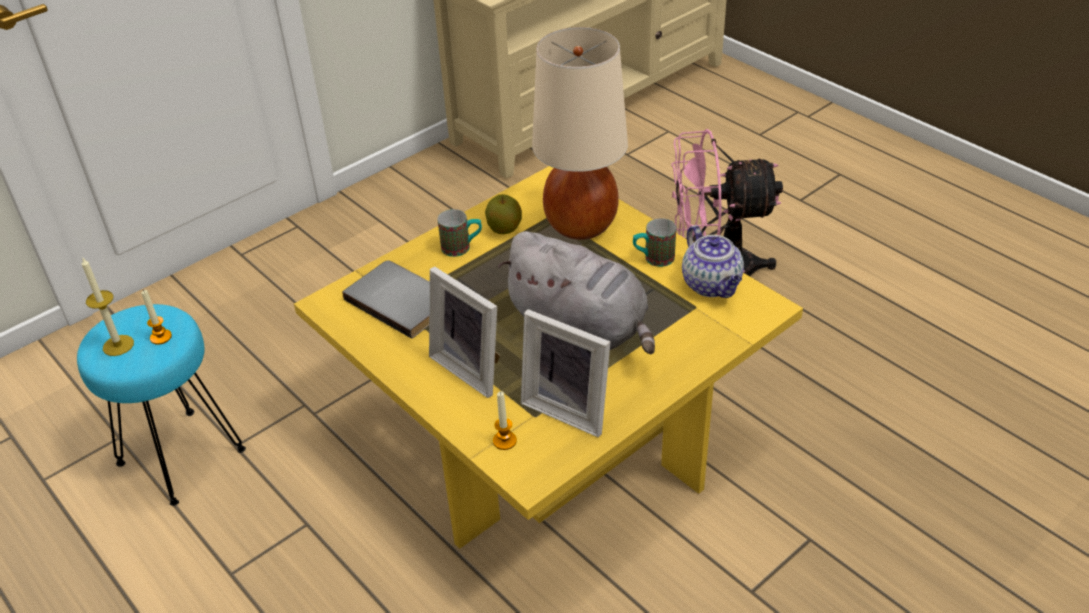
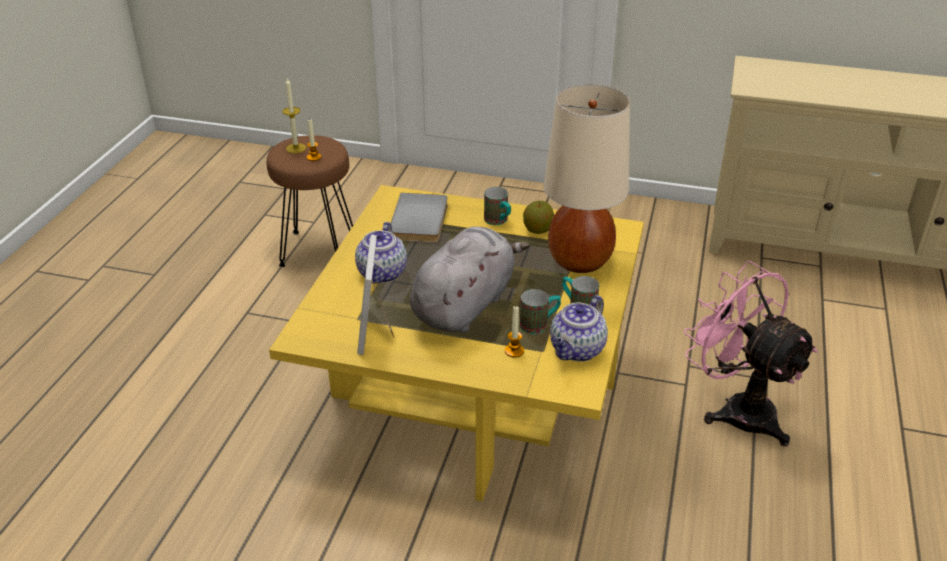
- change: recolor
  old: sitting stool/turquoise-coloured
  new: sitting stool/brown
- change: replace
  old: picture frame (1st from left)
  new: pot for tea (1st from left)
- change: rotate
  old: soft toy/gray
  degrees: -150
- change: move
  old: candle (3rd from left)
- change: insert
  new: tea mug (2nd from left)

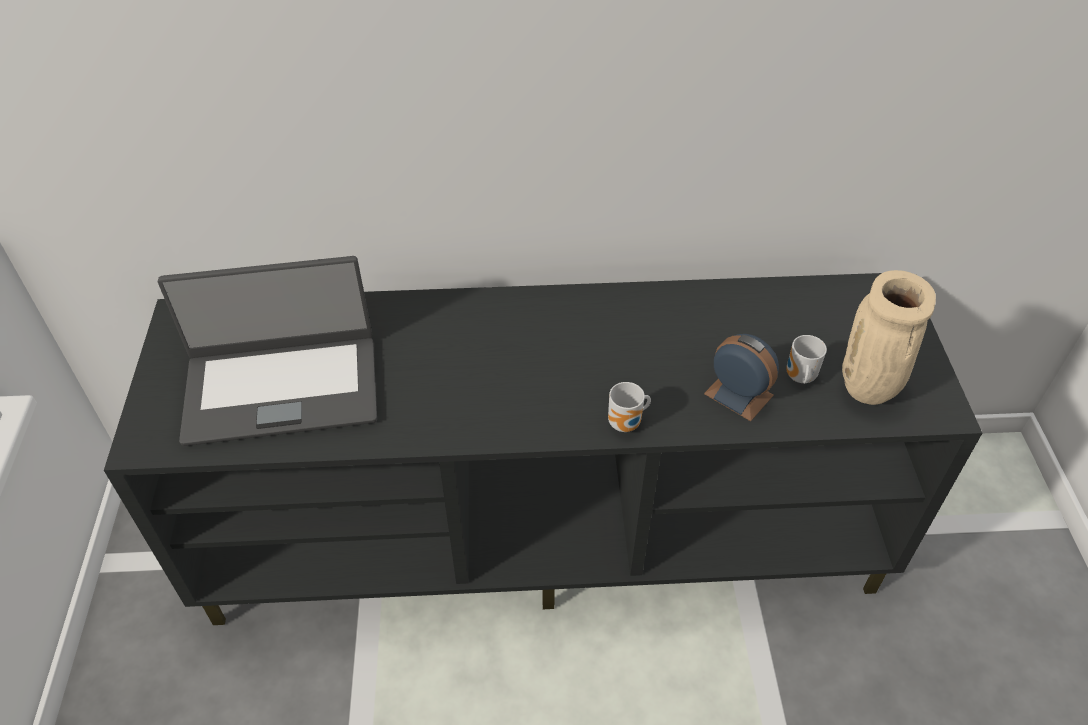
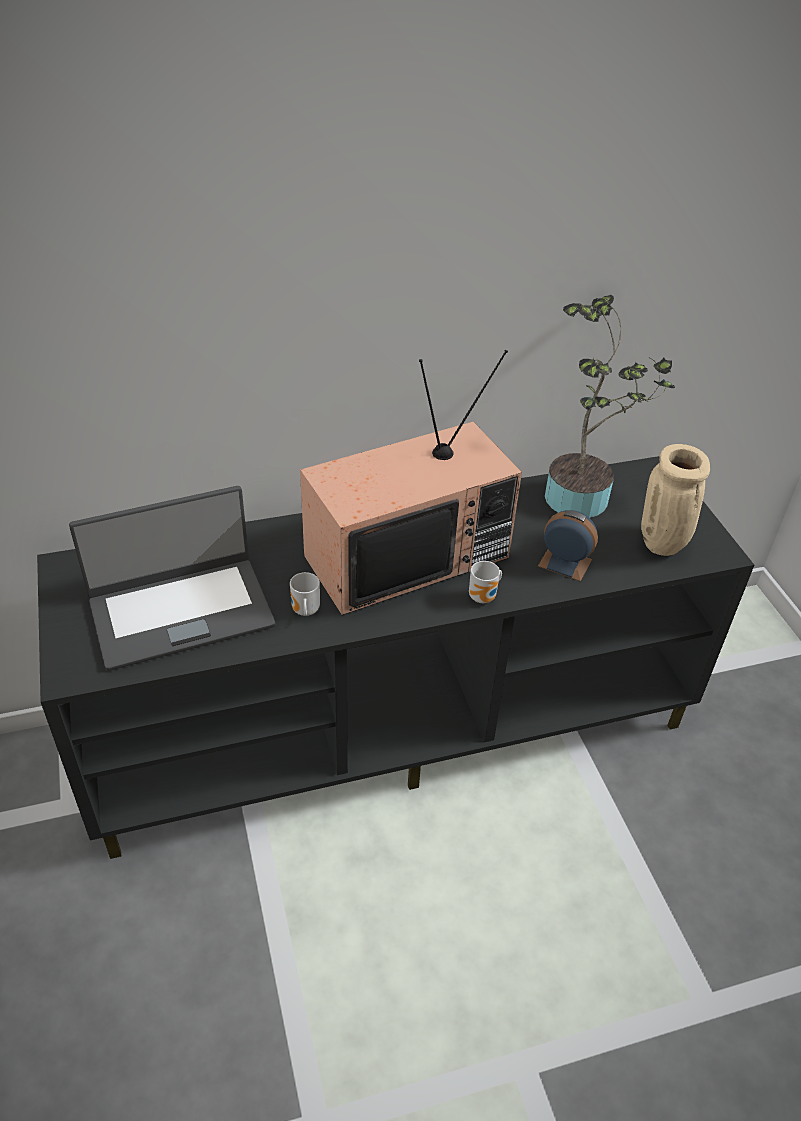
- change: move
  old: tea mug (2nd from left in the first image)
  new: tea mug (1st from left)
- change: insert
  new: TV
- change: insert
  new: potted plant

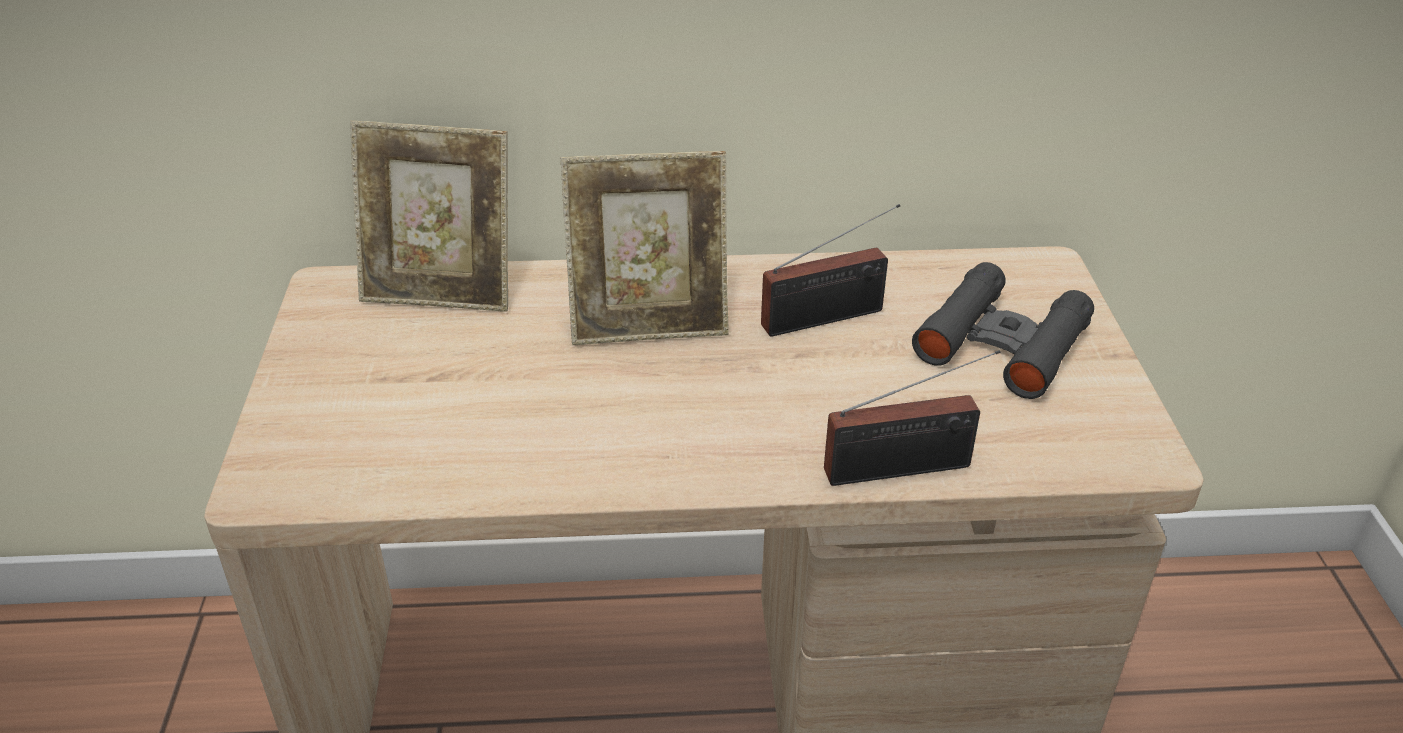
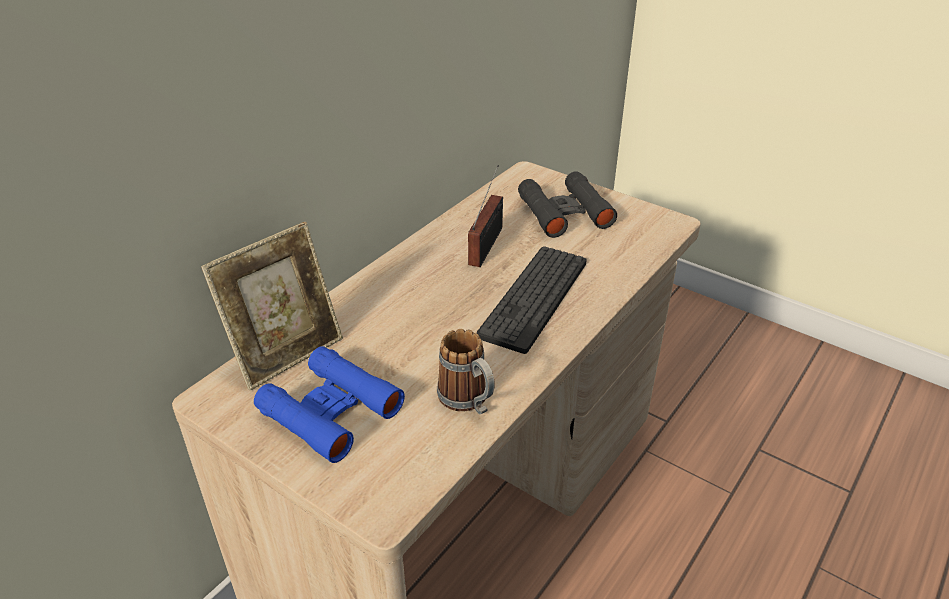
- change: insert
  new: binoculars/bluish
- change: insert
  new: tea mug
- change: insert
  new: computer keyboard
- change: delete
  old: picture frame (2nd from left)
- change: delete
  old: radio receiver (2nd from left)

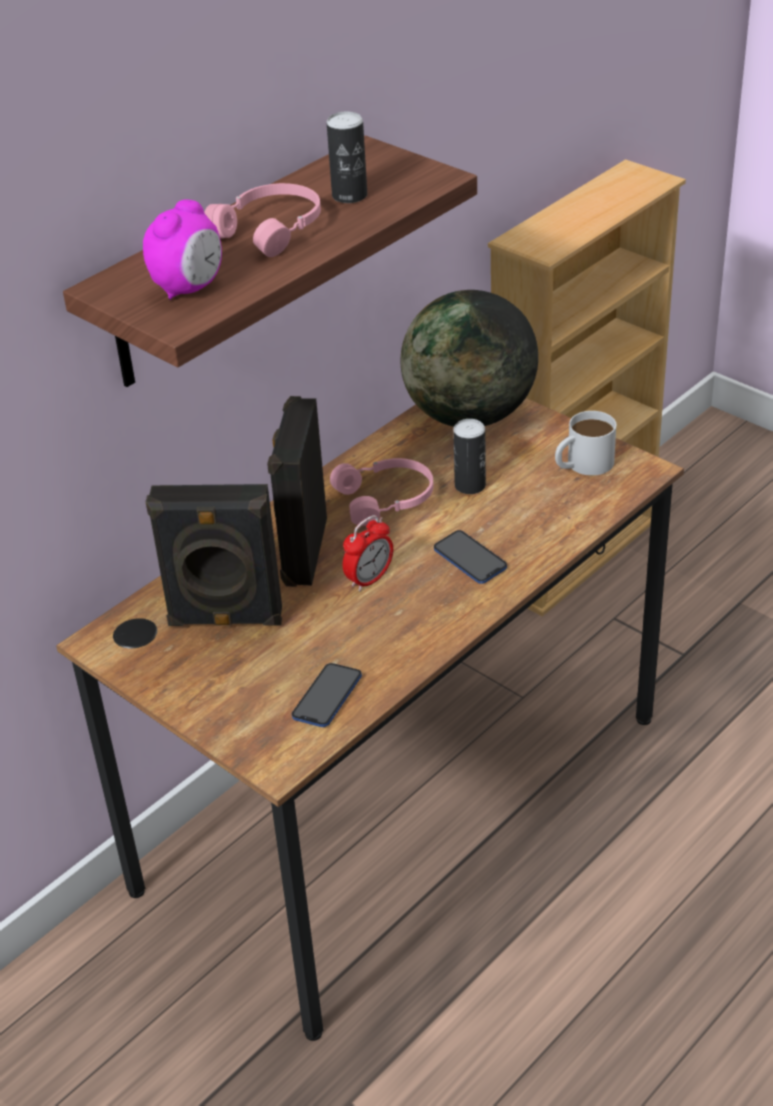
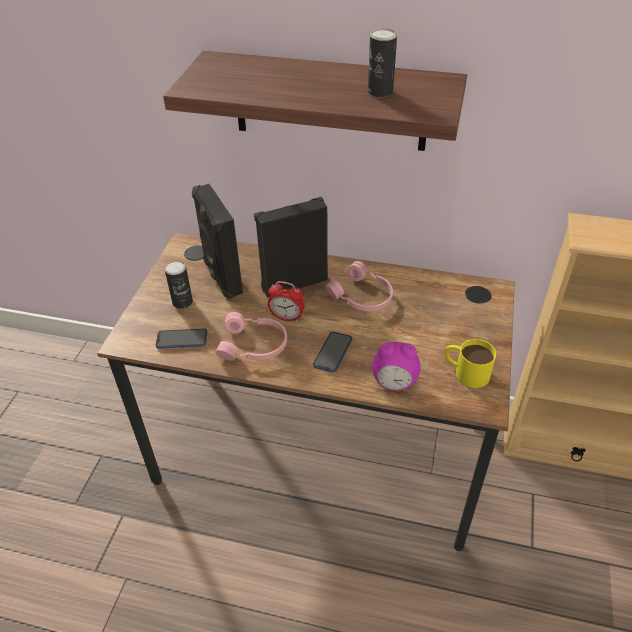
- change: move
  old: can (2nd from left in the first image)
  new: can (1st from left)
- change: move
  old: headset/pink (1st from left)
- change: move
  old: table clock (1st from left in the first image)
  new: table clock (2nd from left)
- change: recolor
  old: tea mug/white
  new: tea mug/yellow
- change: delete
  old: globe

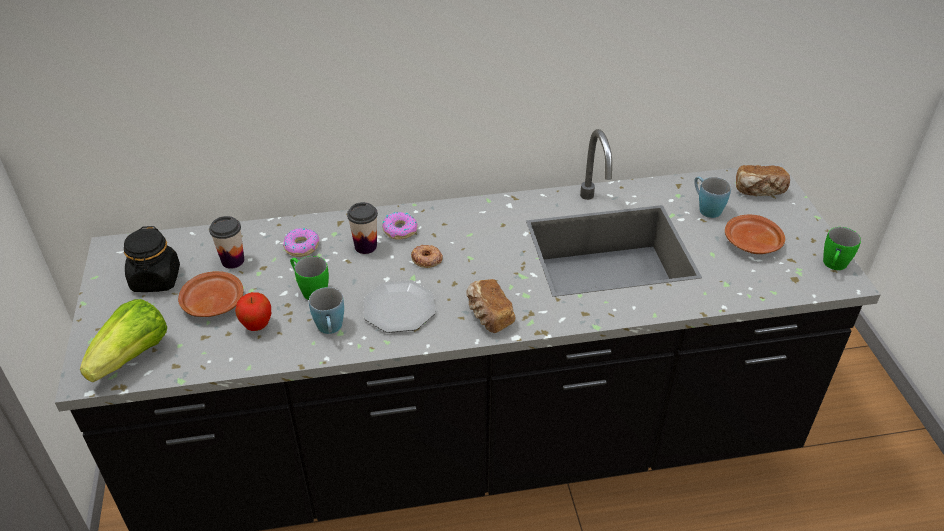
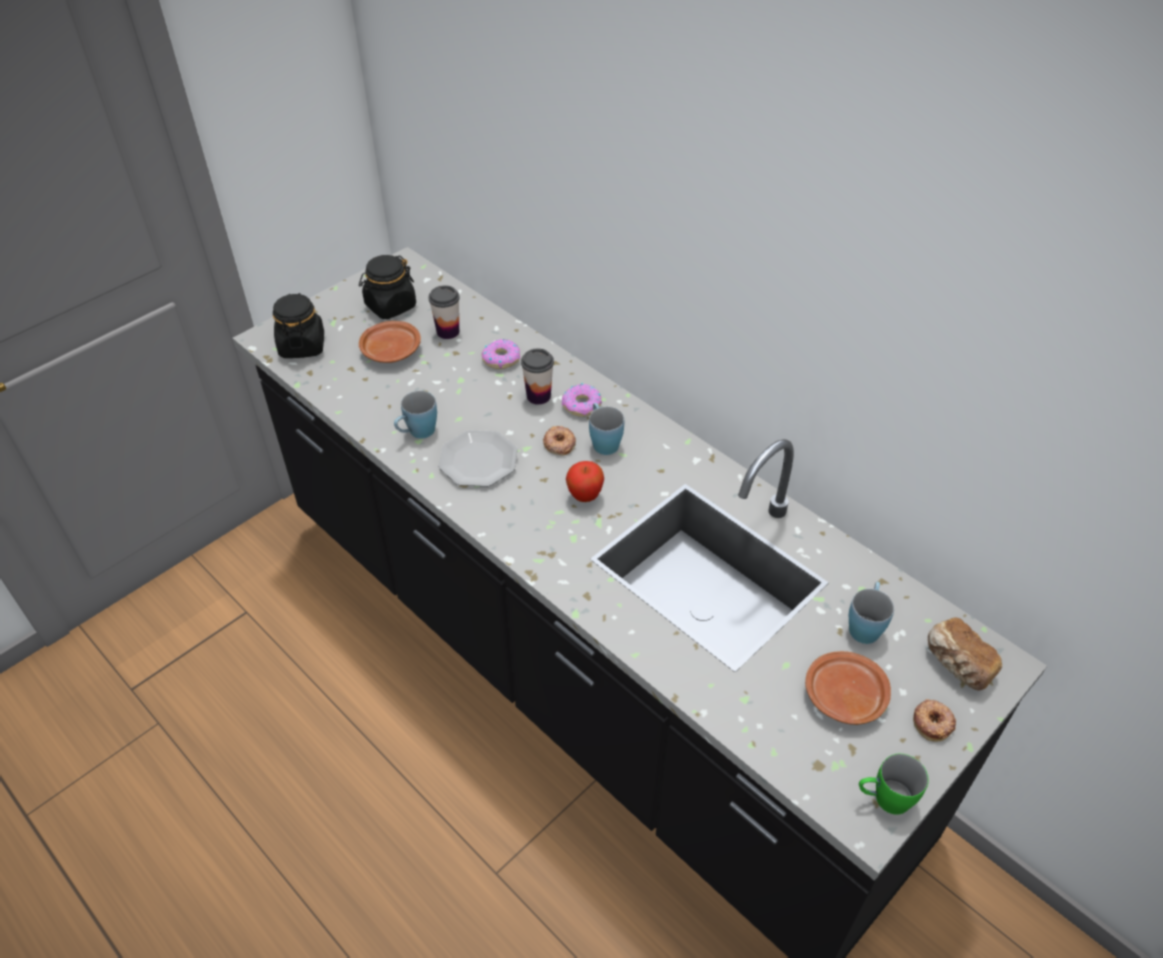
- change: replace
  old: lettuce
  new: jar/black (1st from left)
- change: move
  old: apple
- change: insert
  new: tea mug/bluish (2nd from left)
- change: insert
  new: doughnut (4th from left)
- change: delete
  old: tea mug/green-coloured (1st from left)
- change: delete
  old: bakery bread (1st from left)

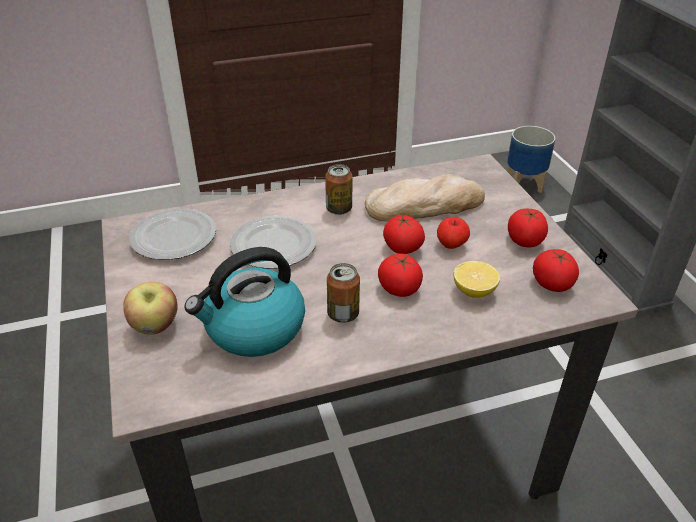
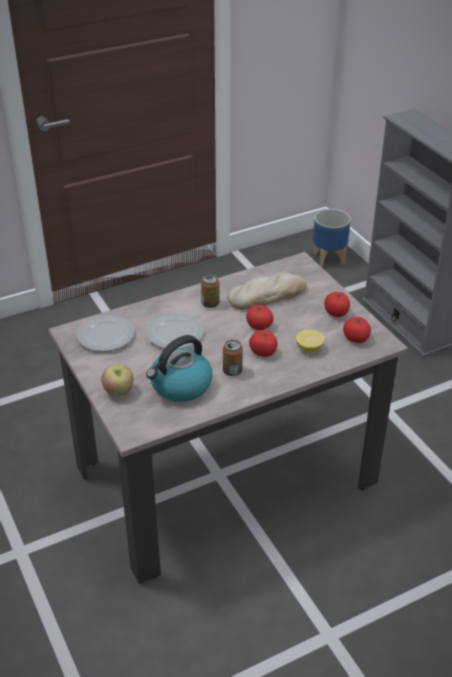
- change: delete
  old: apple (2nd from left)

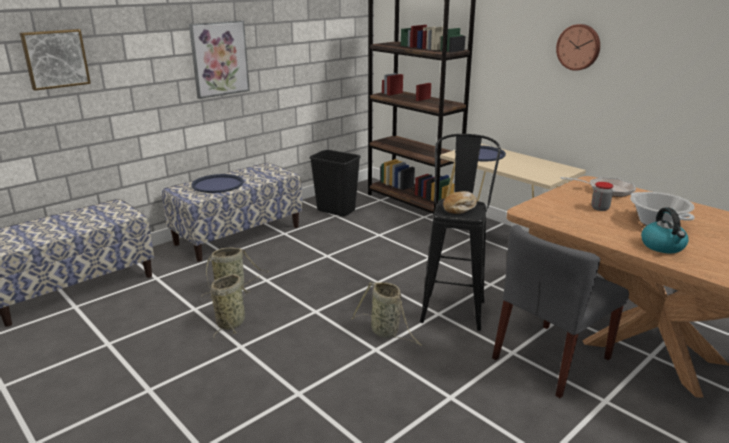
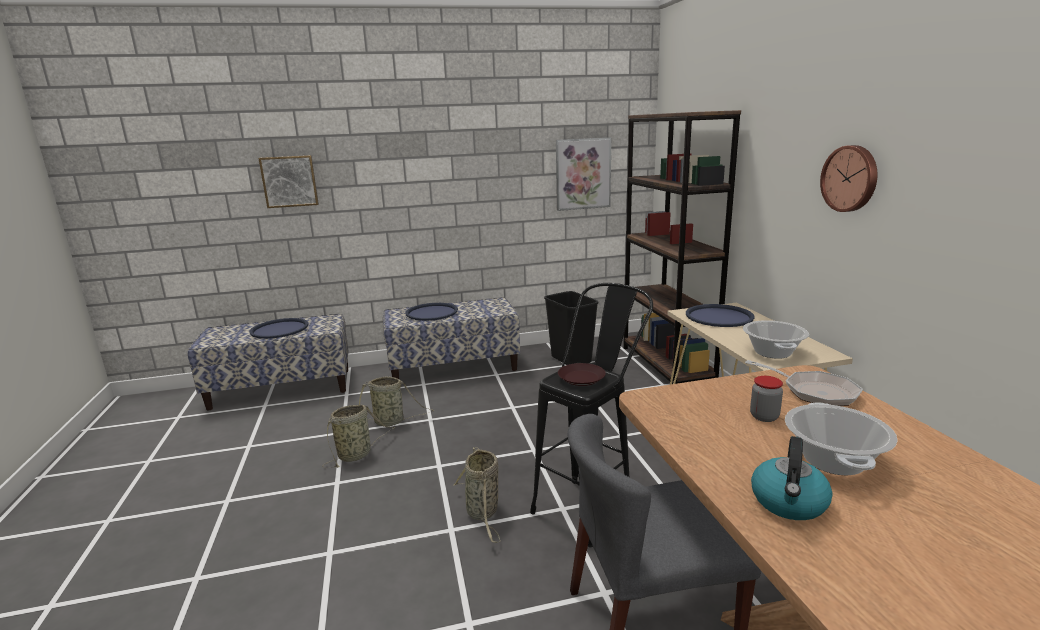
- change: insert
  new: tray/bluish (1st from left)
- change: move
  old: picture (2nd from left)
- change: replace
  old: bakery bread
  new: plate/brown
- change: insert
  new: cooking pot (1st from left)

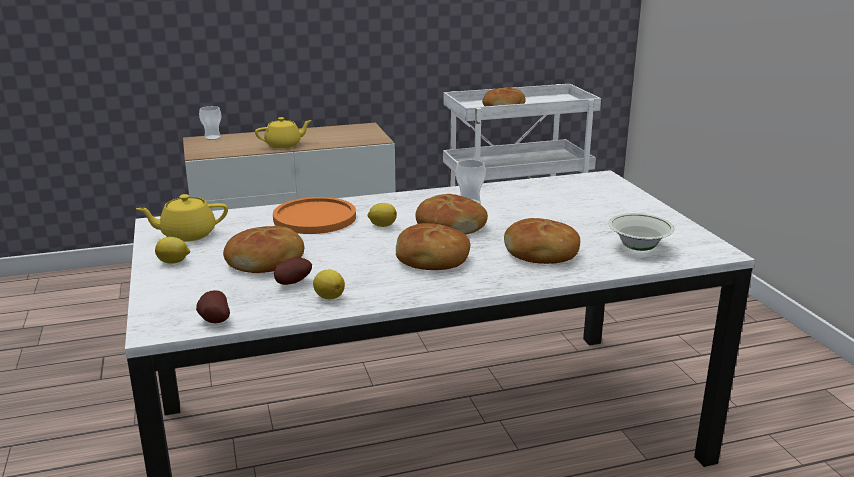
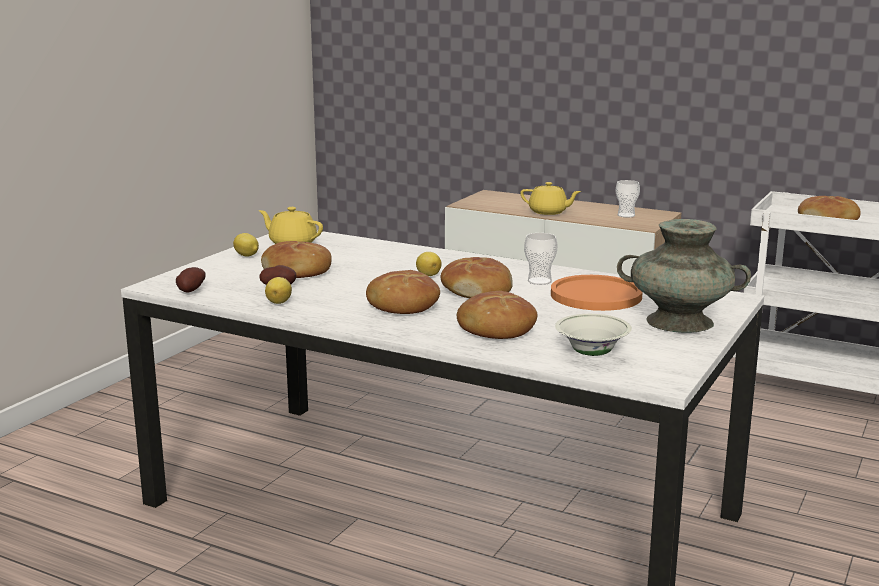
- change: move
  old: plate/orange-coloured
- change: move
  old: cup (1st from left in the first image)
  new: cup (2nd from left)
- change: insert
  new: decorative vase/turquoise-coloured

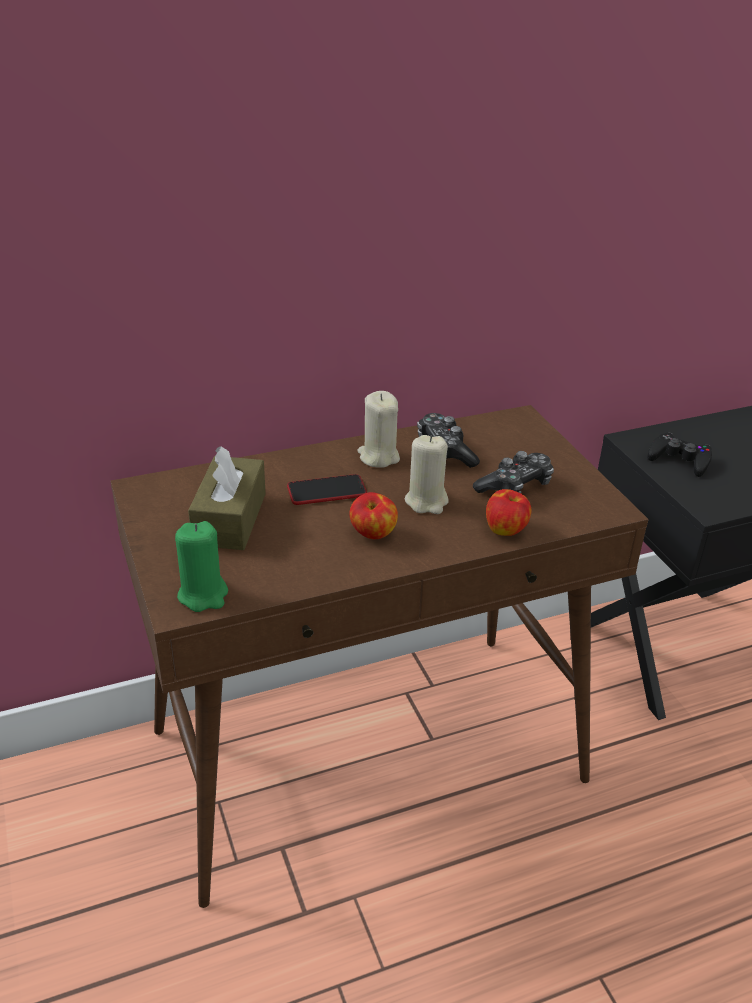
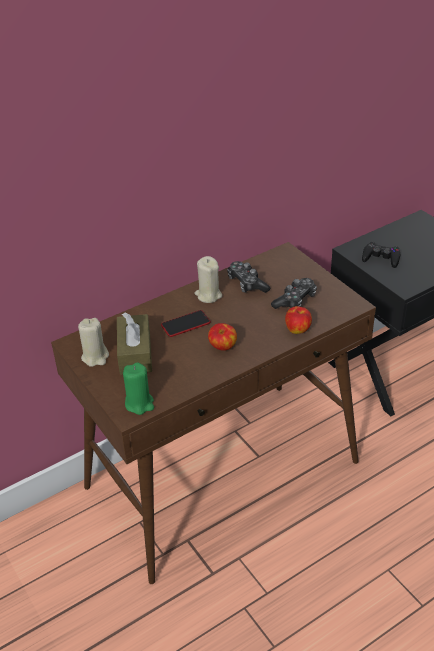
- change: move
  old: candle/beige-coloured (2nd from left in the first image)
  new: candle/beige-coloured (1st from left)

